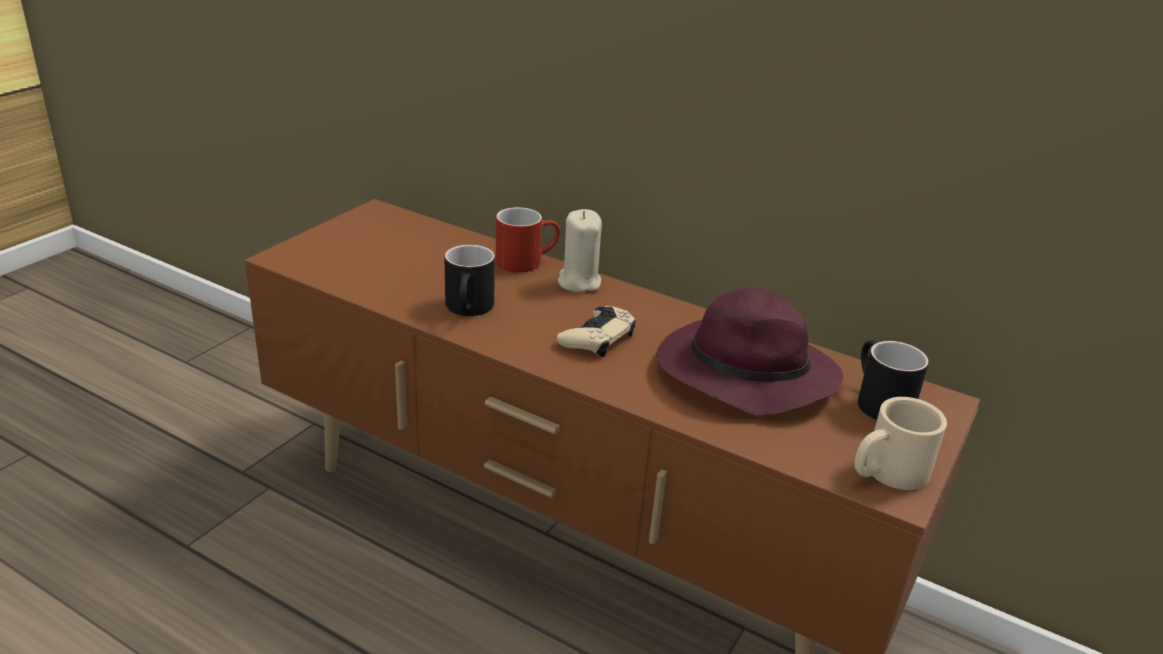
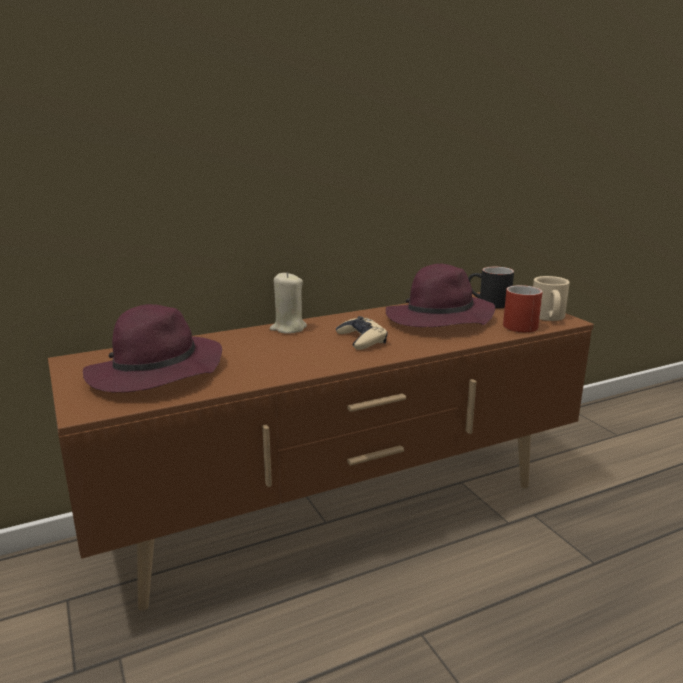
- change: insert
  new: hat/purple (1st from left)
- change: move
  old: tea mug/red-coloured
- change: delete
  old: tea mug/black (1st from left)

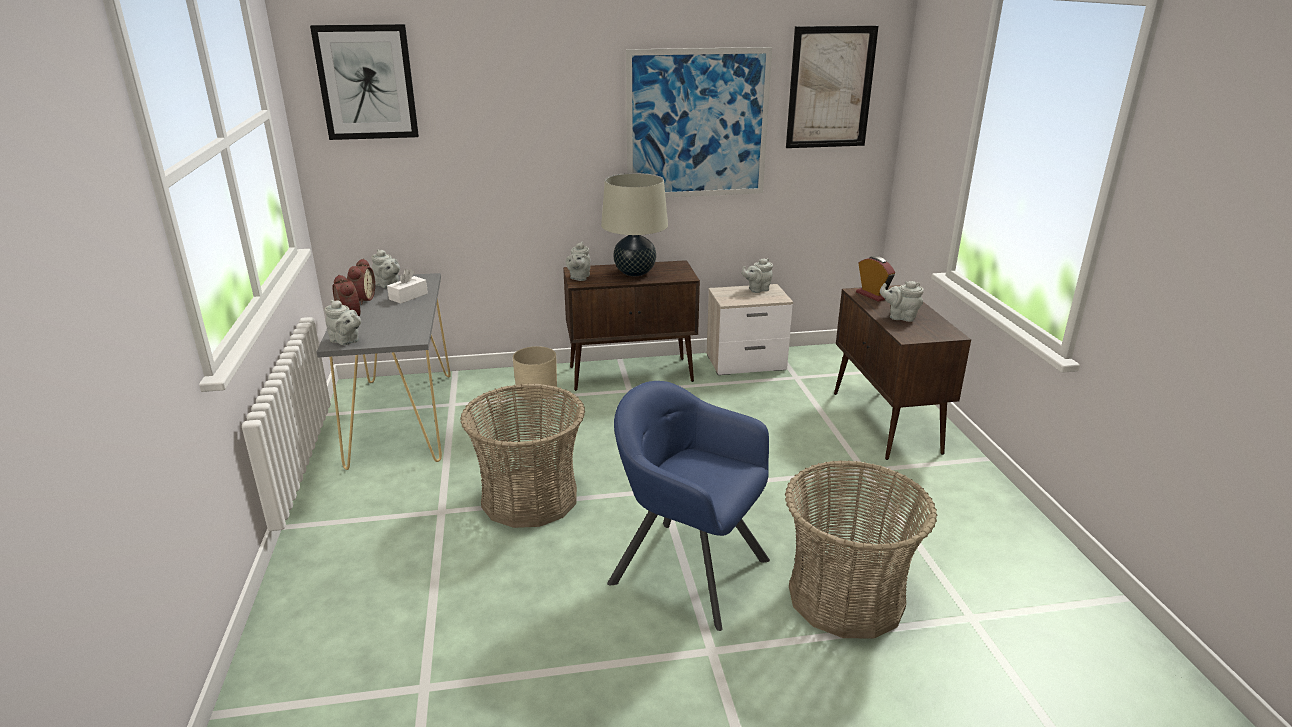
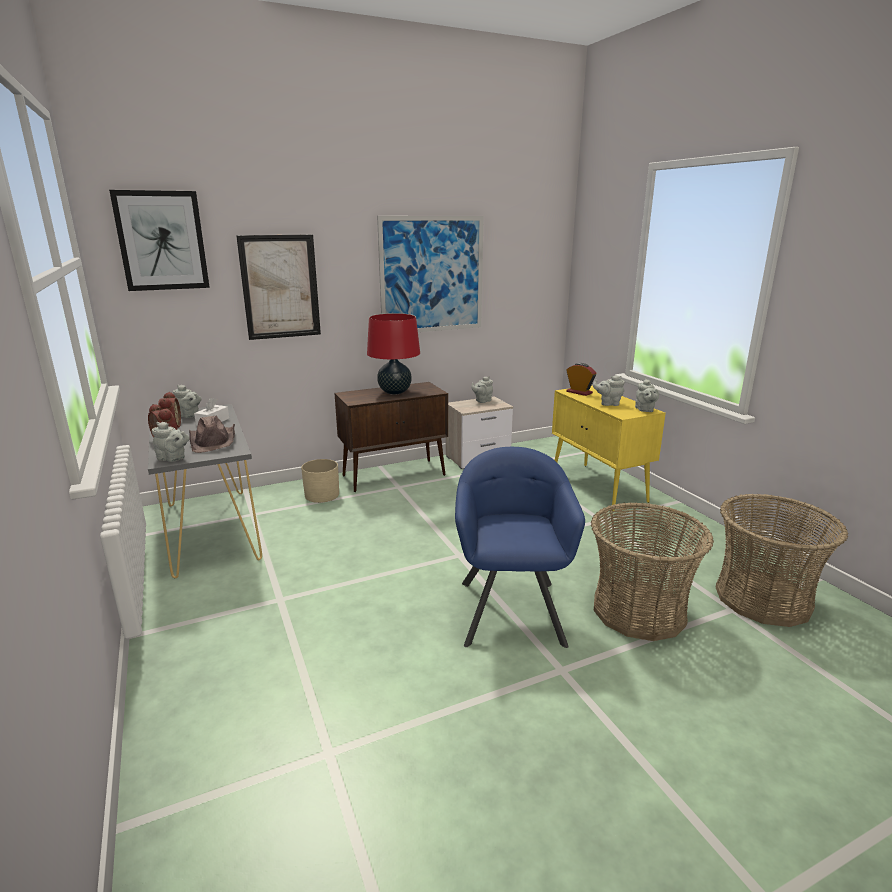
- change: insert
  new: hat/brown
- change: move
  old: picture (3rd from left in the first image)
  new: picture (2nd from left)
- change: recolor
  old: lamp for a table/beige-coloured
  new: lamp for a table/red-coloured
- change: rotate
  old: easy chair/bluish
  degrees: 75
- change: recolor
  old: cabinet/brown (2nd from left)
  new: cabinet/yellow
- change: move
  old: pot for tea/gray (3rd from left in the first image)
  new: pot for tea/gray (5th from left)
- change: move
  old: basket (1st from left in the first image)
  new: basket (2nd from left)

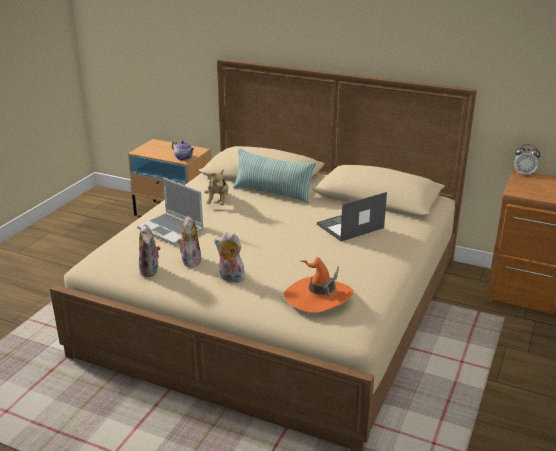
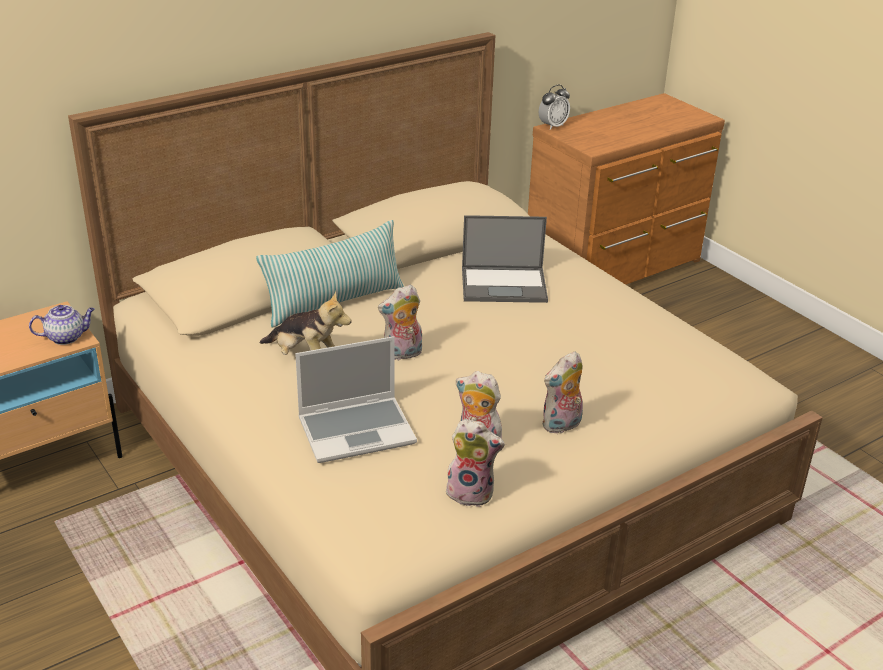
- change: insert
  new: soft toy (2nd from left)
- change: rotate
  old: laptop (2nd from left)
  degrees: -90
- change: delete
  old: hat/orange-coloured

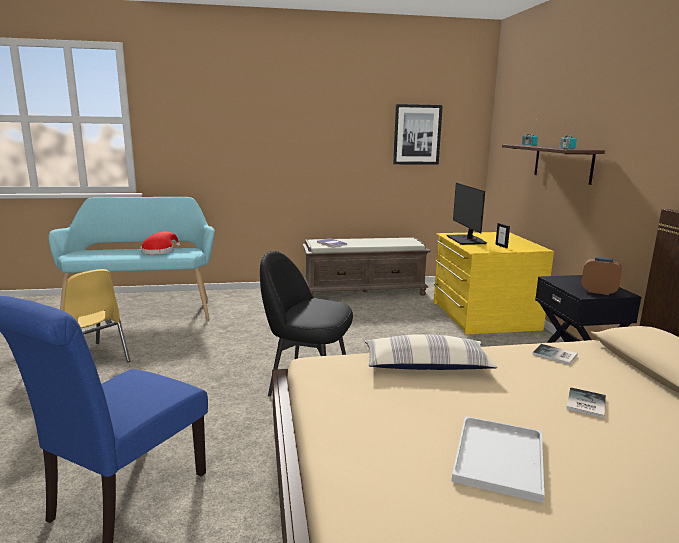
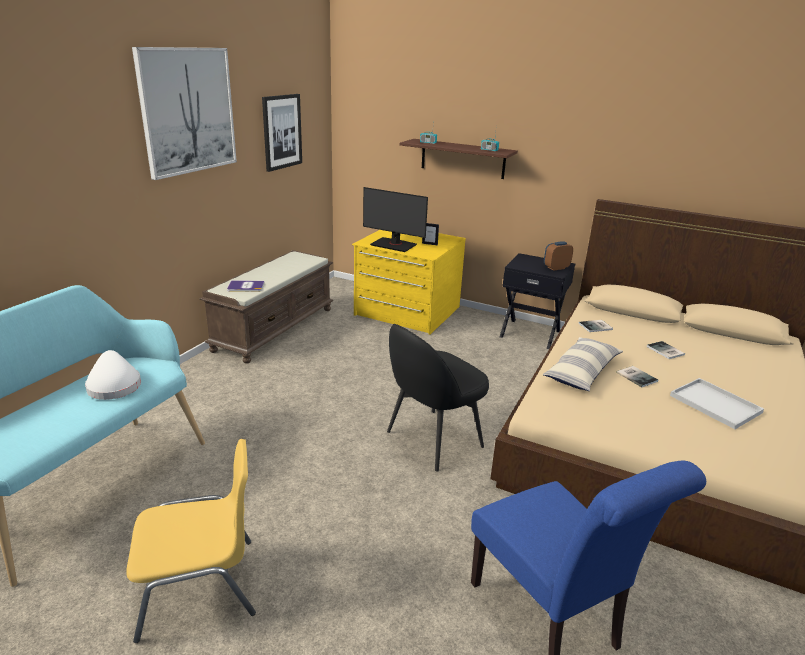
- change: recolor
  old: hat/red-coloured
  new: hat/white
- change: insert
  new: picture (1st from left)
- change: insert
  new: book (3rd from left)

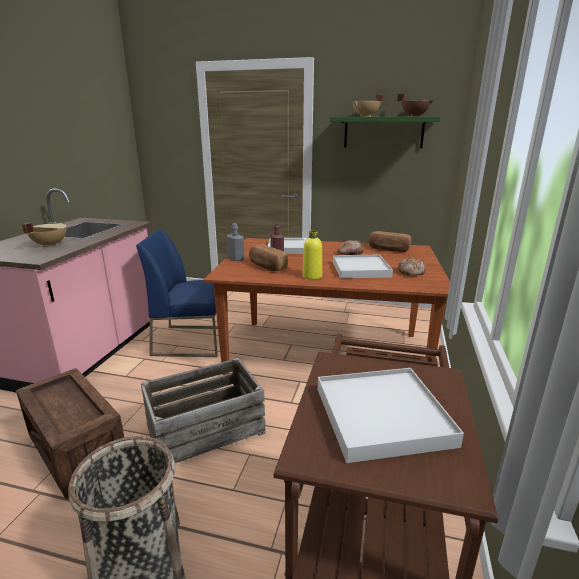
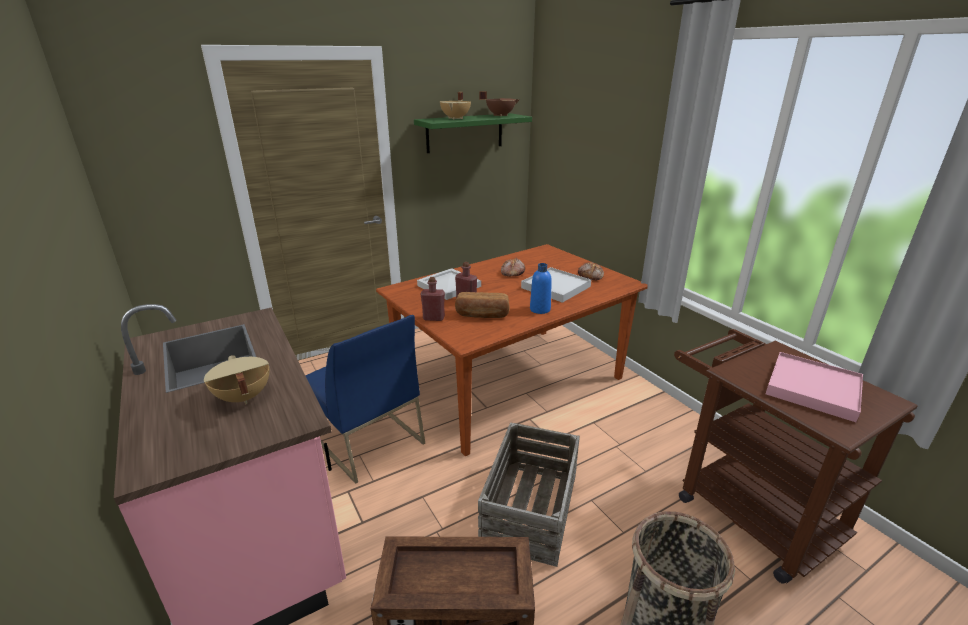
- change: rotate
  old: upright chair/bluish
  degrees: -90
- change: recolor
  old: drink bottle/gray
  new: drink bottle/red-coloured (1st from left)
- change: recolor
  old: drink bottle/yellow
  new: drink bottle/bluish
- change: recolor
  old: tray/white (3rd from left)
  new: tray/pink
- change: delete
  old: bakery bread (3rd from left)

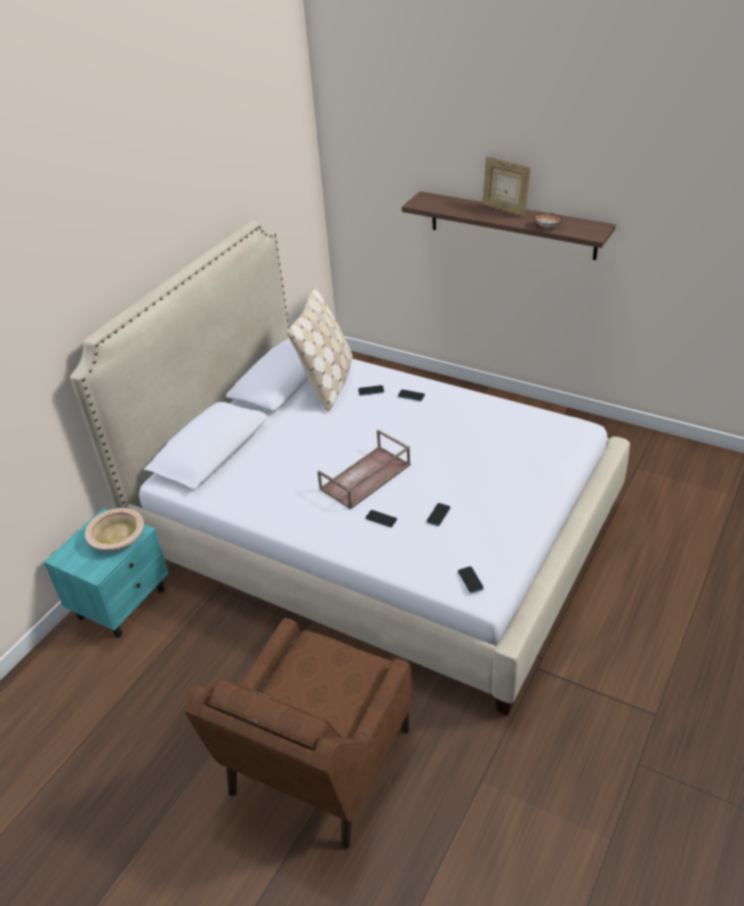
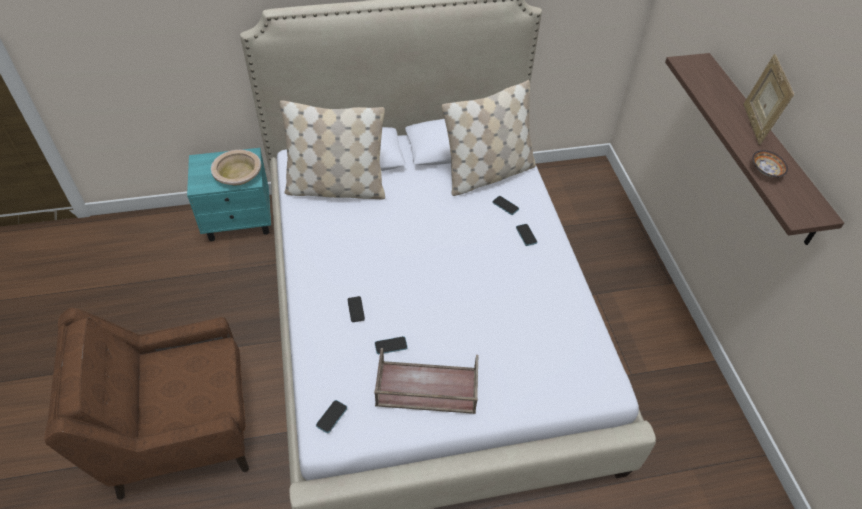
- change: insert
  new: pillow/beige-coloured (1st from left)
- change: move
  old: tray/brown

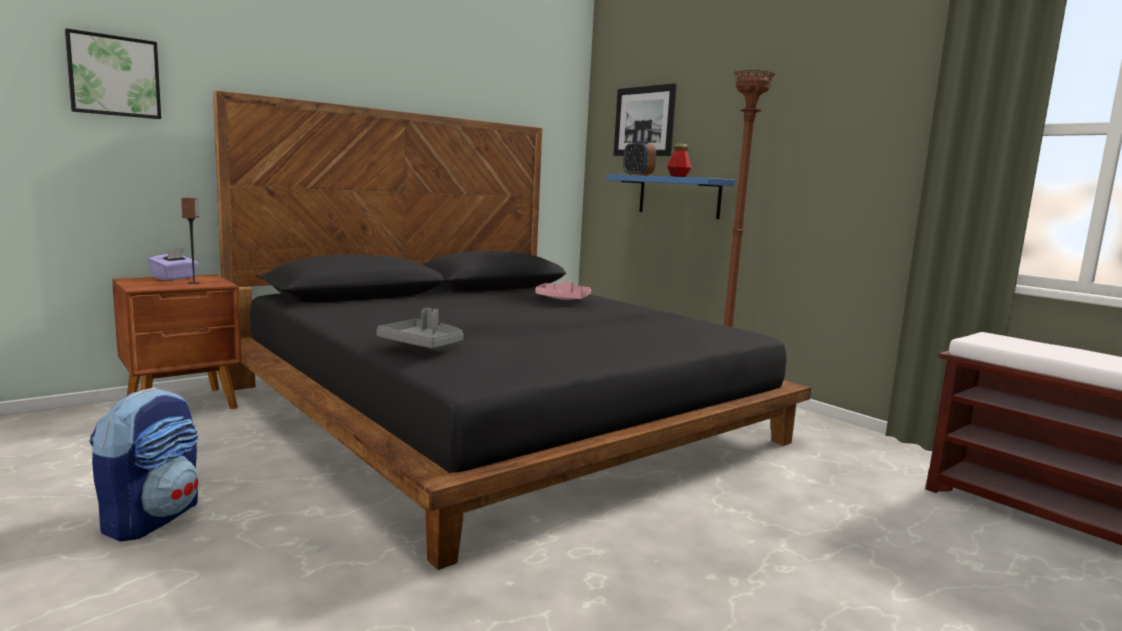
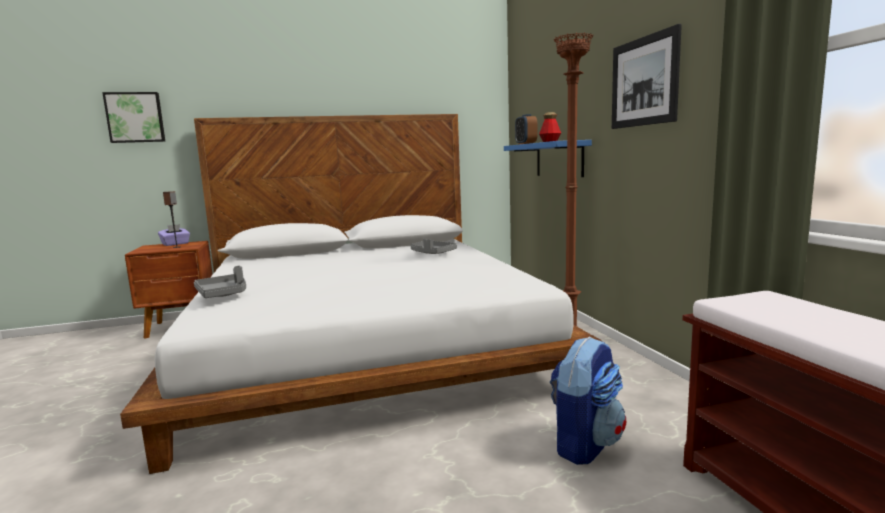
- change: recolor
  old: sleeping bed/black
  new: sleeping bed/white
- change: recolor
  old: tray/pink
  new: tray/gray (2nd from left)
- change: move
  old: knapsack
- change: move
  old: picture (2nd from left)

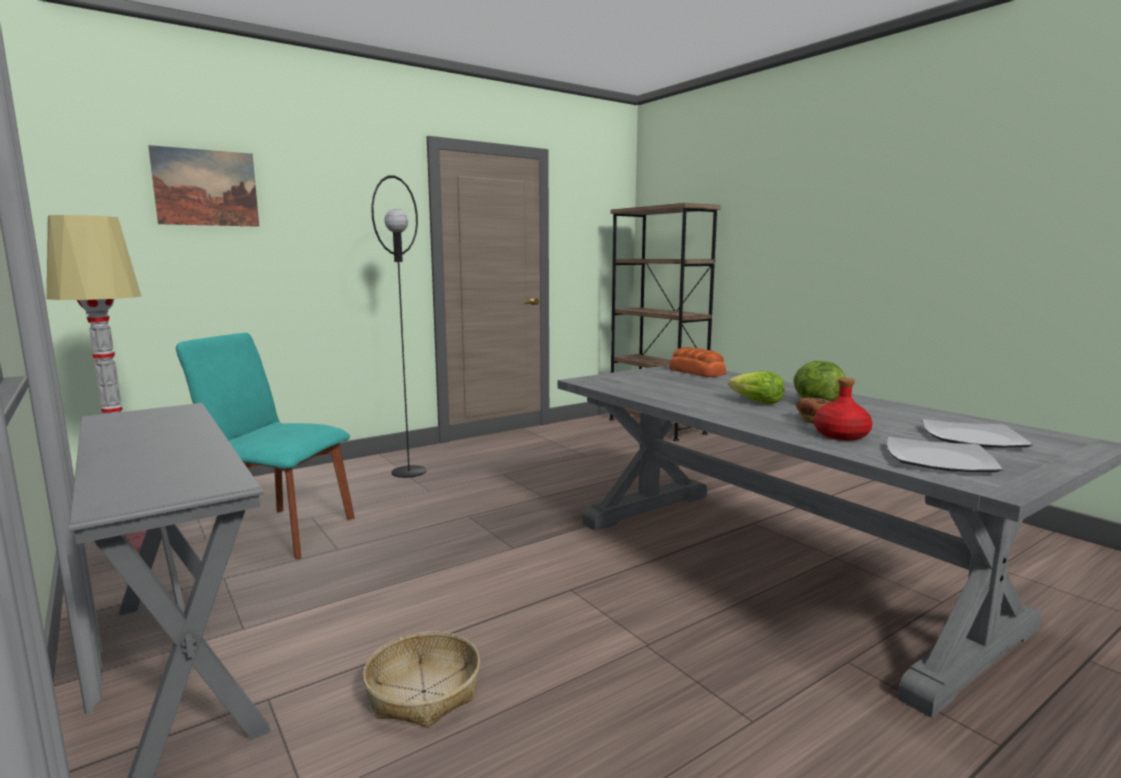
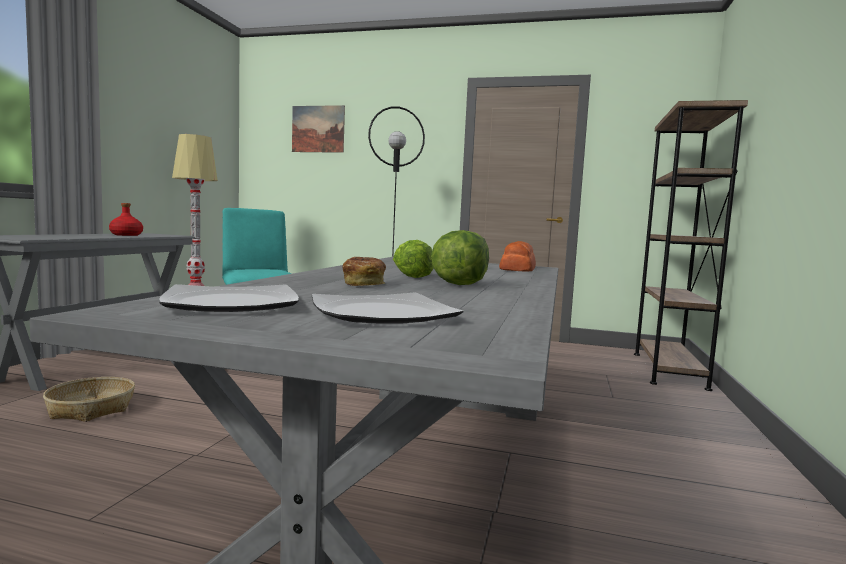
- change: move
  old: drink bottle/red-coloured

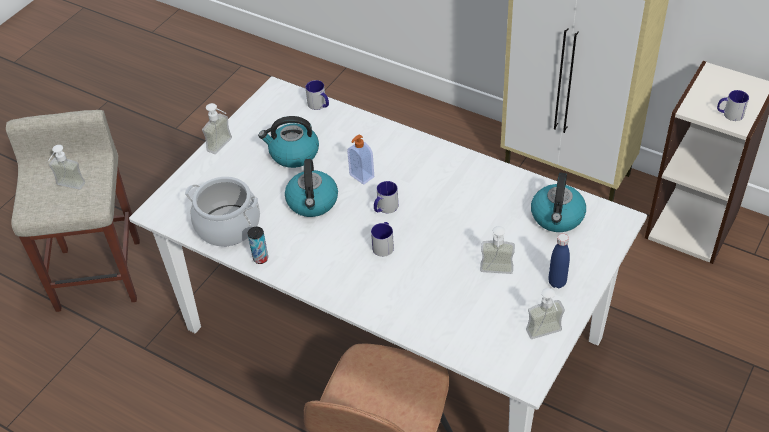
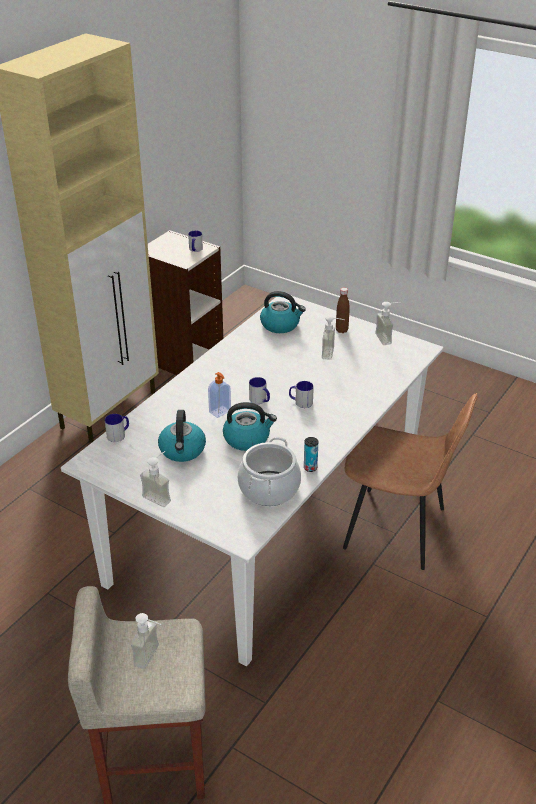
- change: recolor
  old: drink bottle/bluish
  new: drink bottle/brown

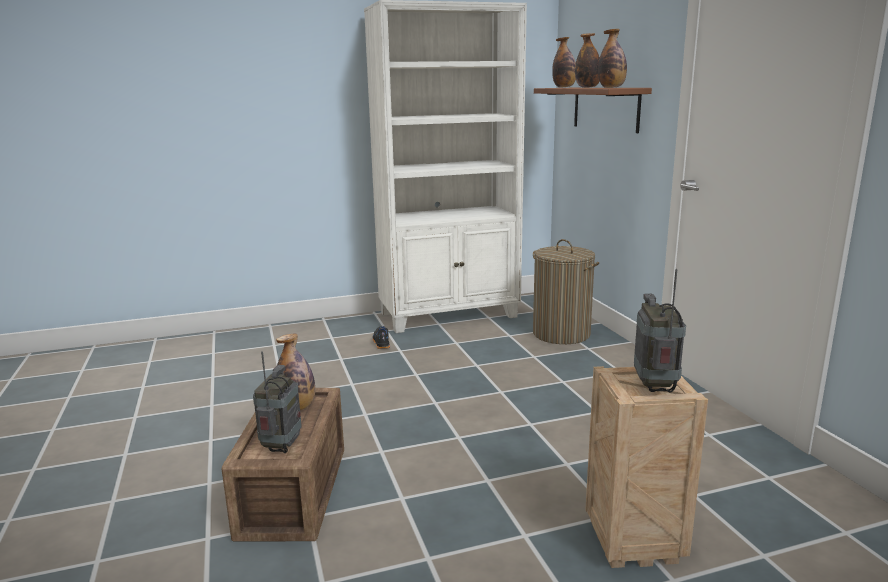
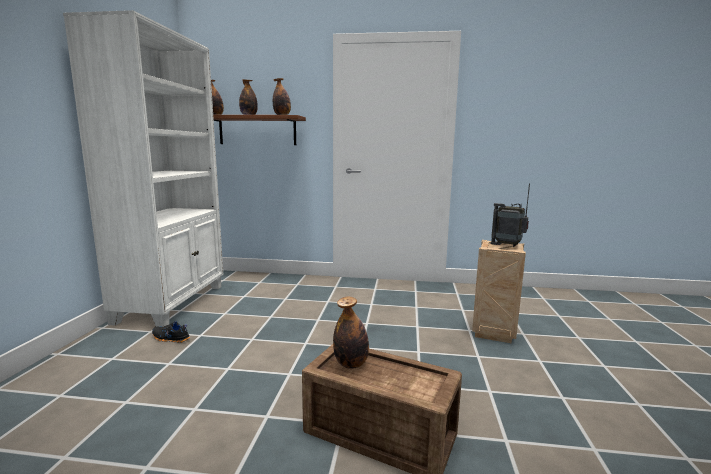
- change: delete
  old: radio receiver (1st from left)
- change: delete
  old: hamper

